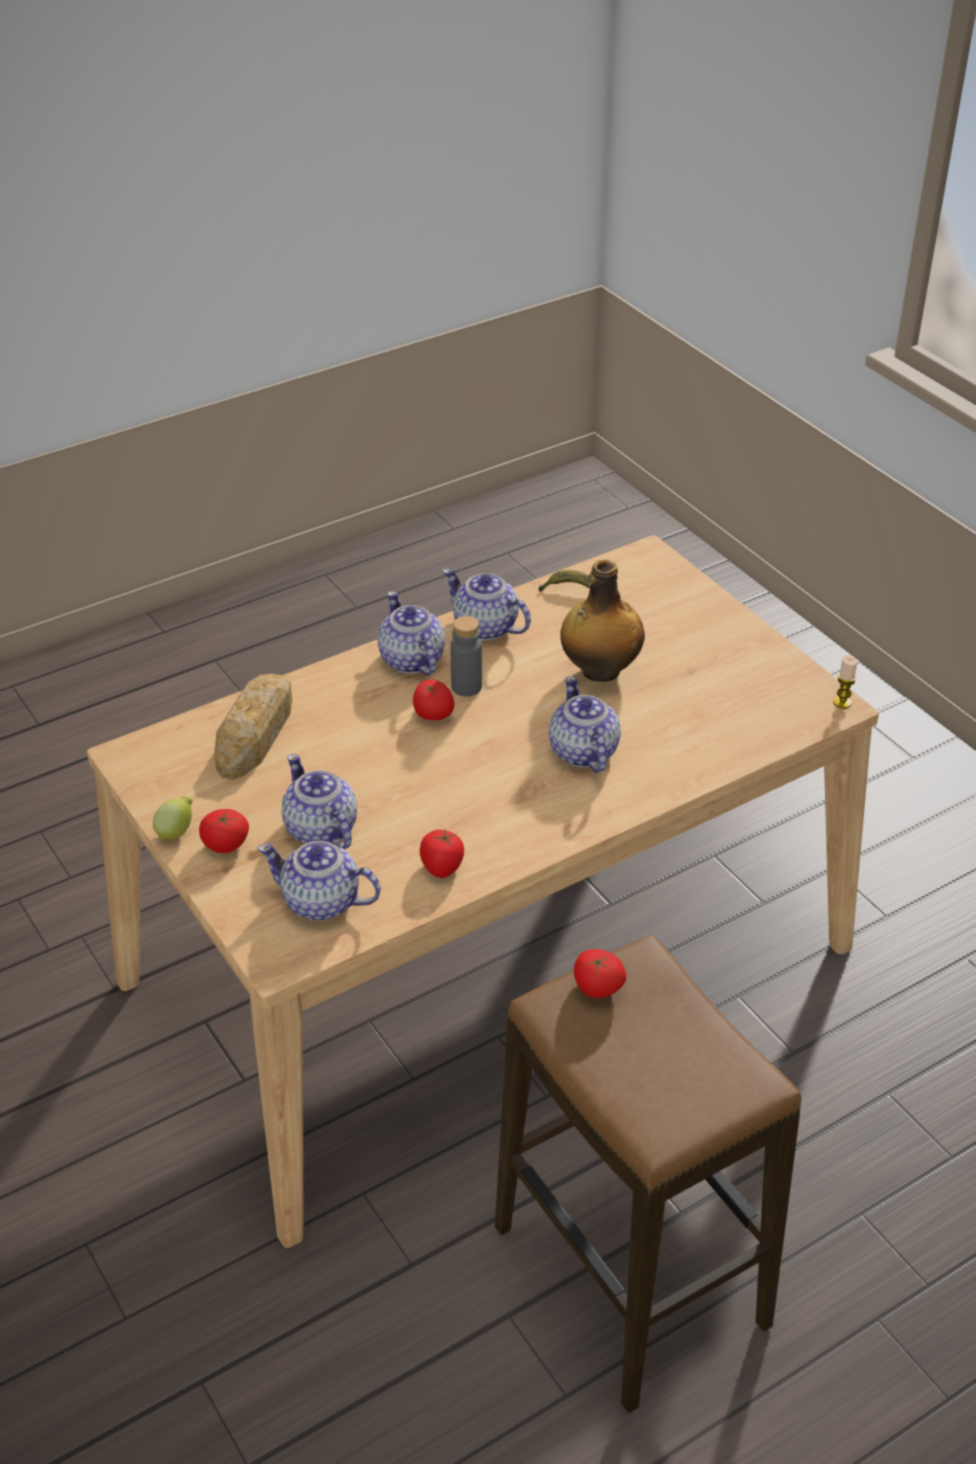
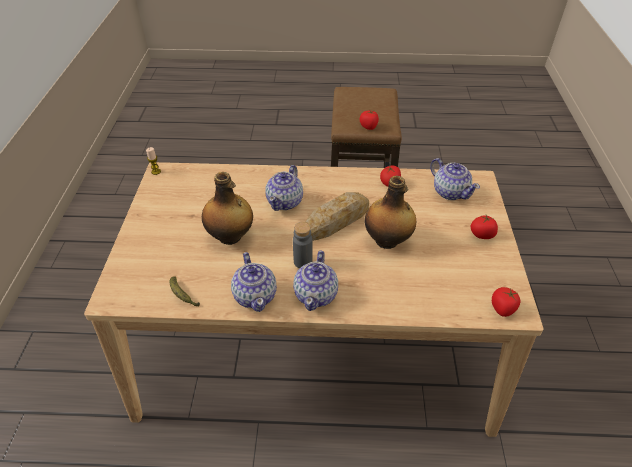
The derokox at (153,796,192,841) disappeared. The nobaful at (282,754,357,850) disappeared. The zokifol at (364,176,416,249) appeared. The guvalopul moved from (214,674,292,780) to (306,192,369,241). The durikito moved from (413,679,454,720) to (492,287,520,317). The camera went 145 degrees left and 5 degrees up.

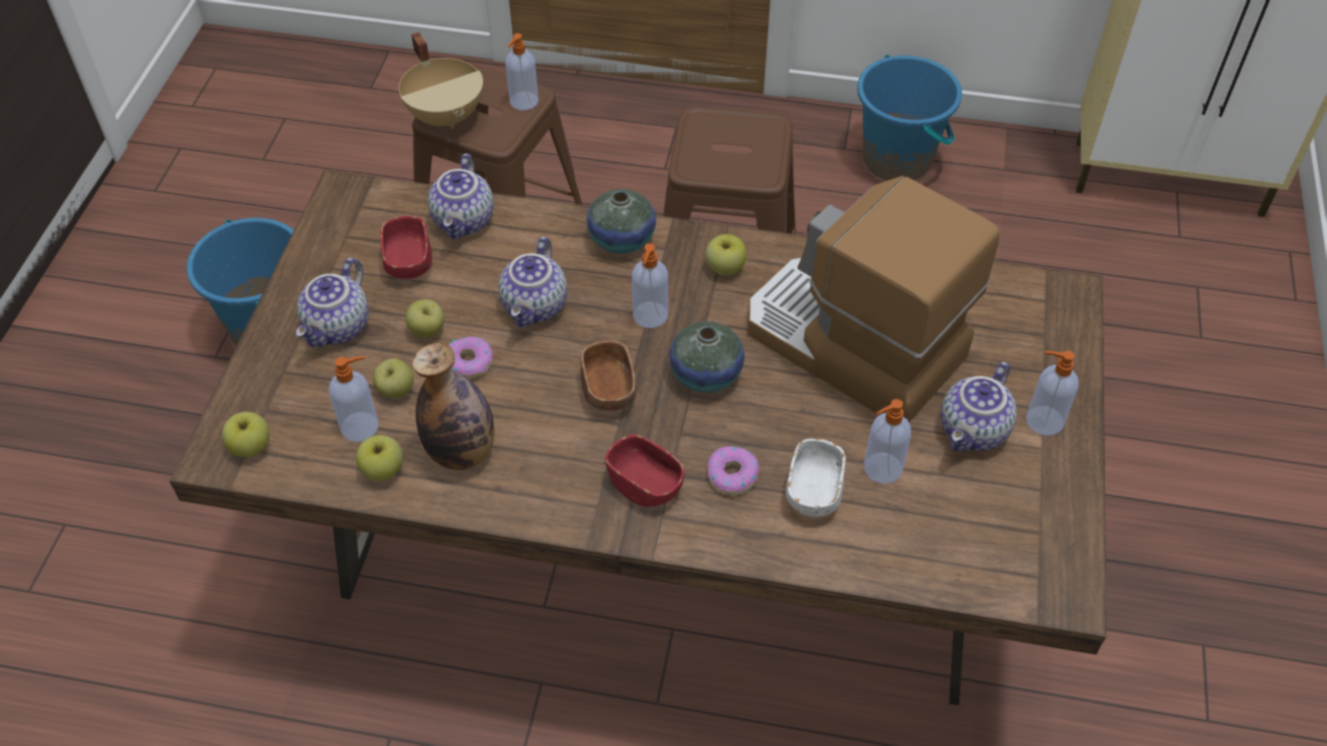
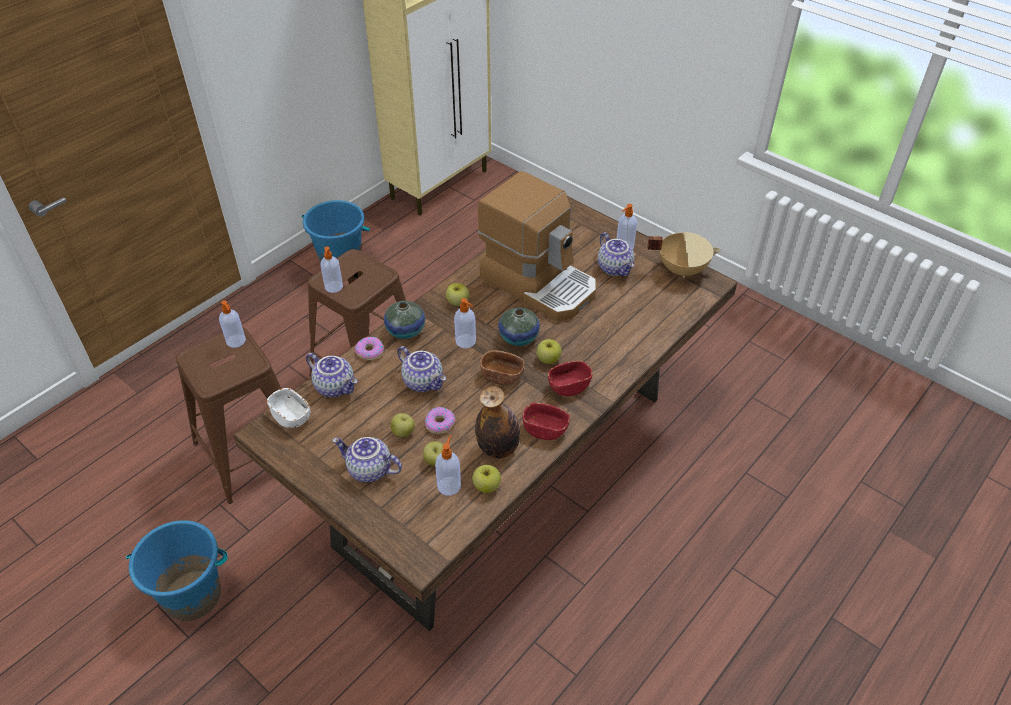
The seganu moved from (222,412,269,457) to (536,339,561,364). The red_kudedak moved from (380,216,432,279) to (523,403,570,440). The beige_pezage moved from (399,32,483,129) to (647,232,721,278). The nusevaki moved from (708,446,760,495) to (355,337,384,360). The white_kudedak moved from (786,439,846,517) to (267,388,310,428). The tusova moved from (864,399,911,484) to (321,247,343,293). The nobaful at (296,258,369,347) turned 150 degrees clockwise. The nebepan at (748,176,1000,422) turned 120 degrees counterclockwise. The camera went 60 degrees left and 5 degrees down.

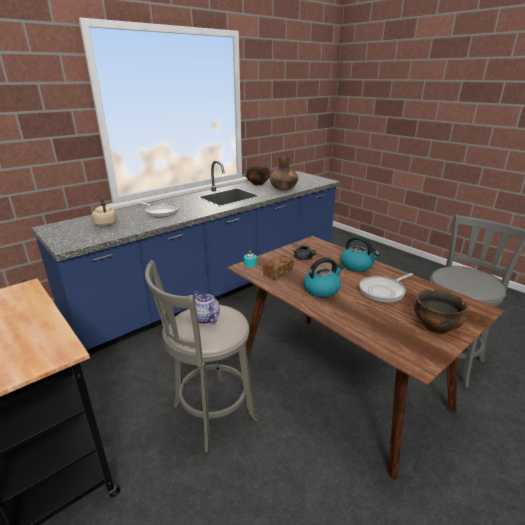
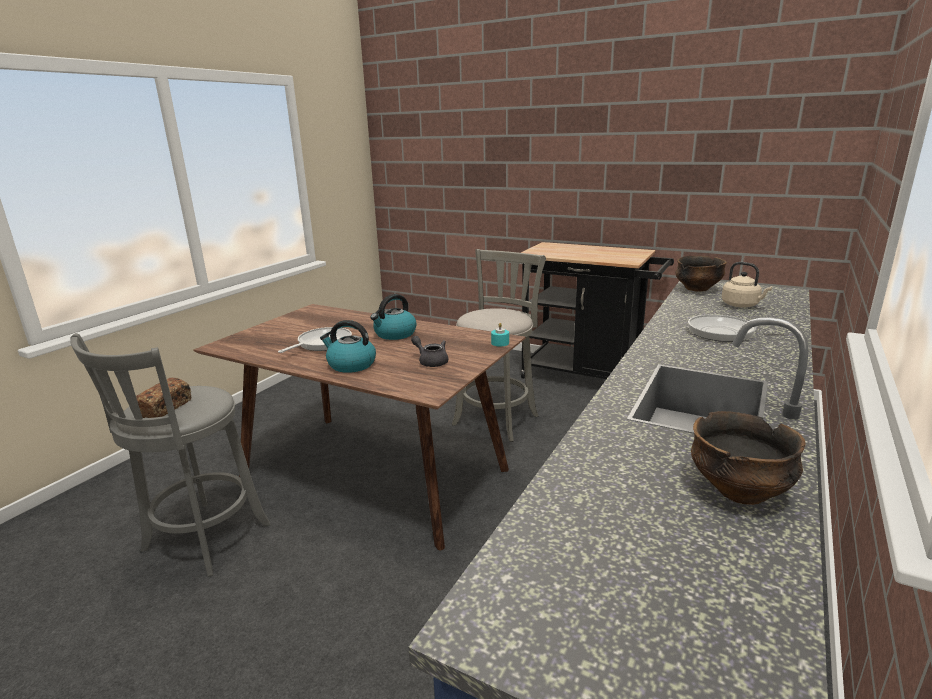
The nobaful at (194,290,220,324) disappeared. The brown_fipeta at (270,156,298,191) disappeared. The guvalopul moved from (263,255,294,279) to (136,378,191,418). The kudedak moved from (414,289,469,334) to (675,256,727,292). The camera went 160 degrees right and 5 degrees down.

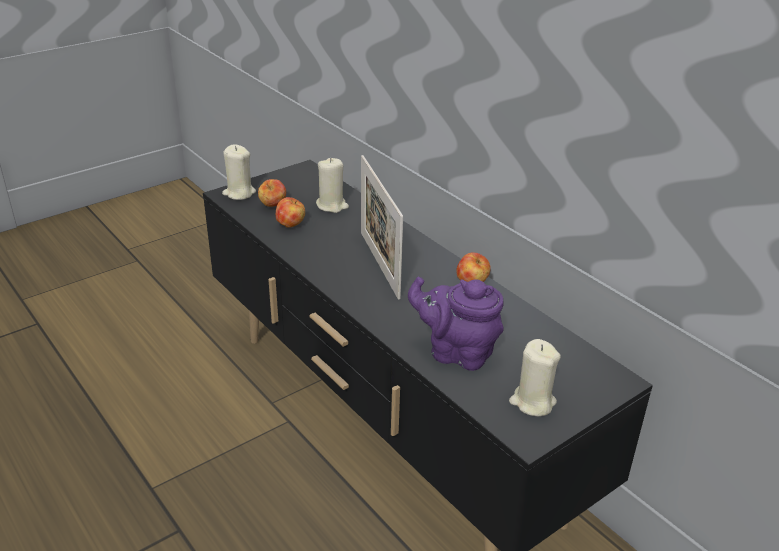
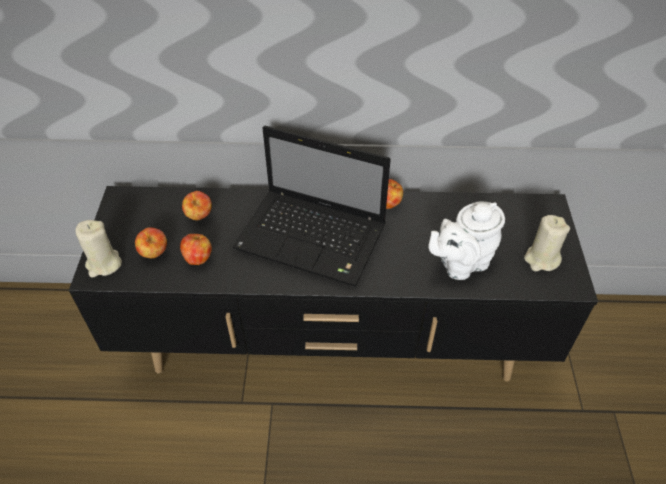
The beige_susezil at (316,158,349,213) was replaced by the seganu at (182,191,212,220). The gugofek at (361,155,403,300) was replaced by the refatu at (233,126,391,287). The purple_nobaful at (408,277,504,371) became the white_nobaful at (428,201,505,280). The camera went 50 degrees left and 15 degrees up.

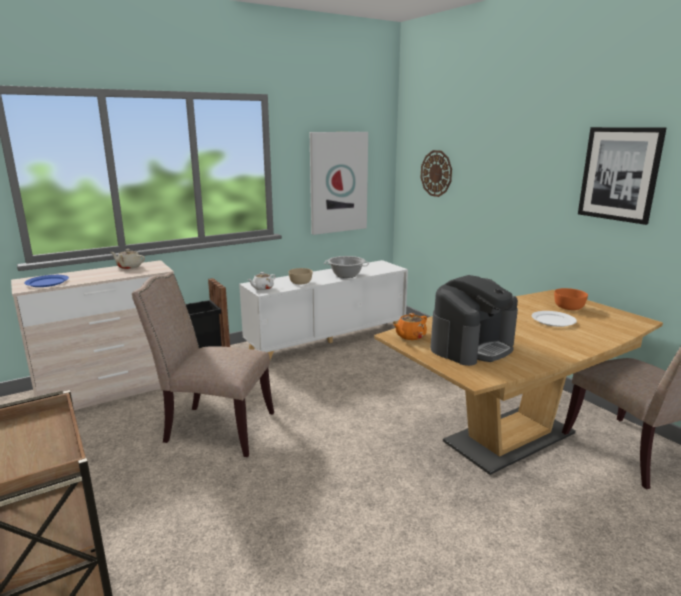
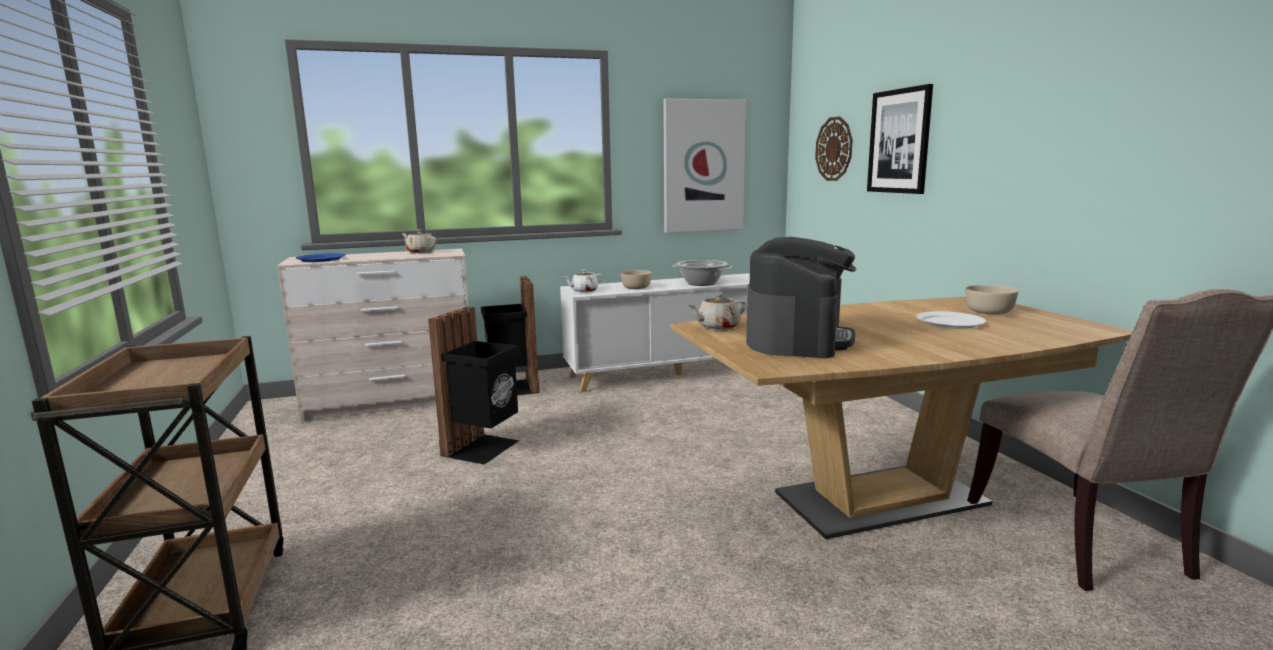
The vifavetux moved from (578,127,666,225) to (867,84,933,194). The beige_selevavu at (132,272,274,457) was replaced by the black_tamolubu at (428,306,519,465). The orange_nobaful at (394,313,427,340) became the beige_nobaful at (687,293,746,330). The orange_kudedak at (554,288,588,310) became the beige_kudedak at (965,285,1019,314). The nebepan at (431,275,518,366) turned 45 degrees counterclockwise. The camera went 15 degrees right and 5 degrees down.

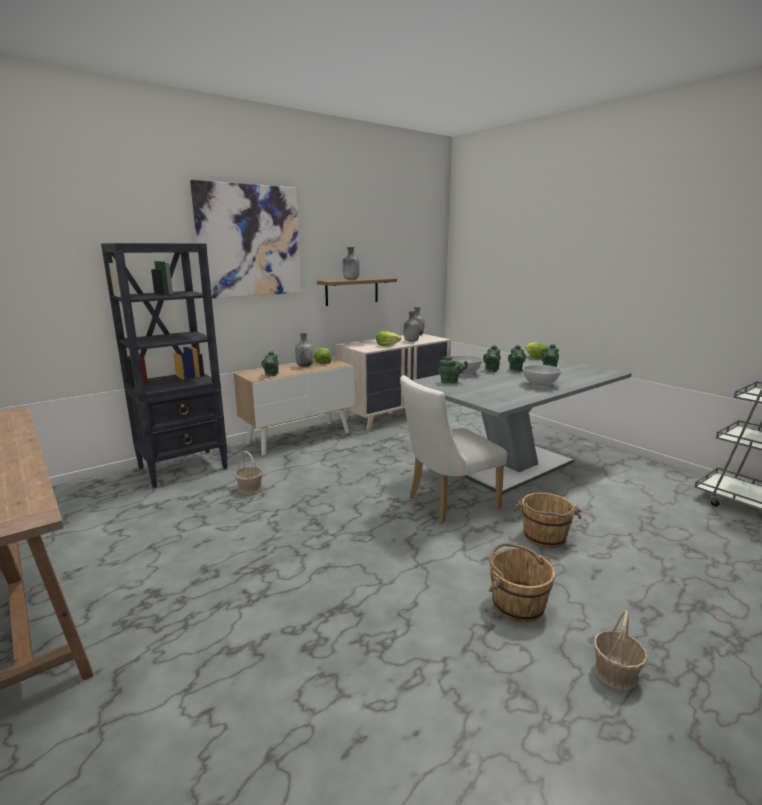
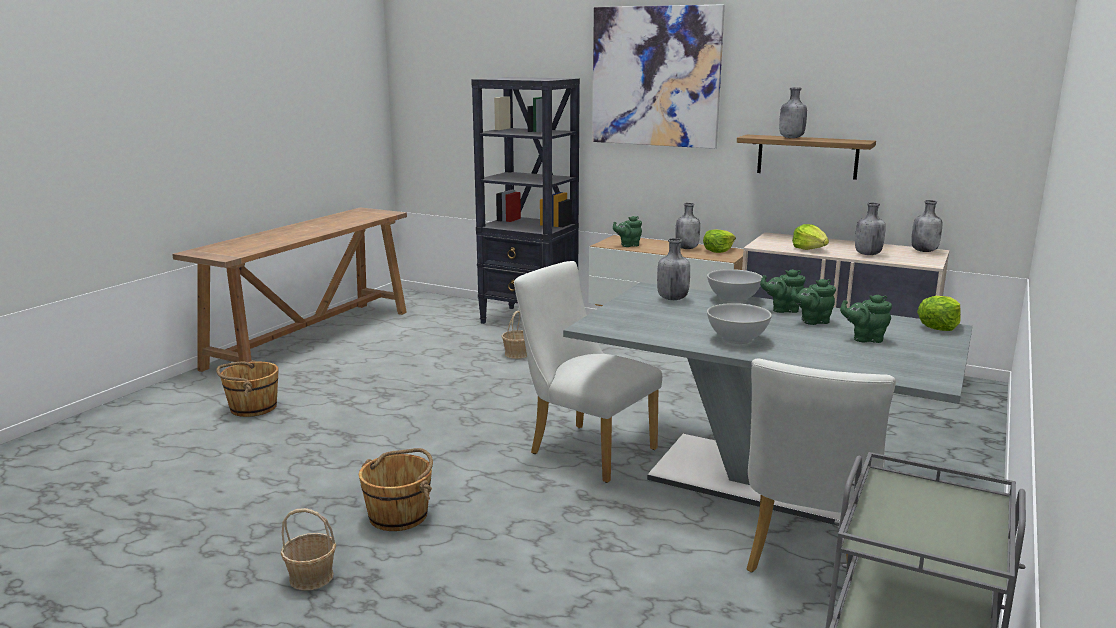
The white_selevavu at (747,359,896,572) appeared. The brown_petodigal moved from (513,493,582,548) to (216,360,279,417). The green_nobaful at (438,356,468,384) was replaced by the grey_zokifol at (657,238,690,300). The camera went 65 degrees right and 0 degrees up.

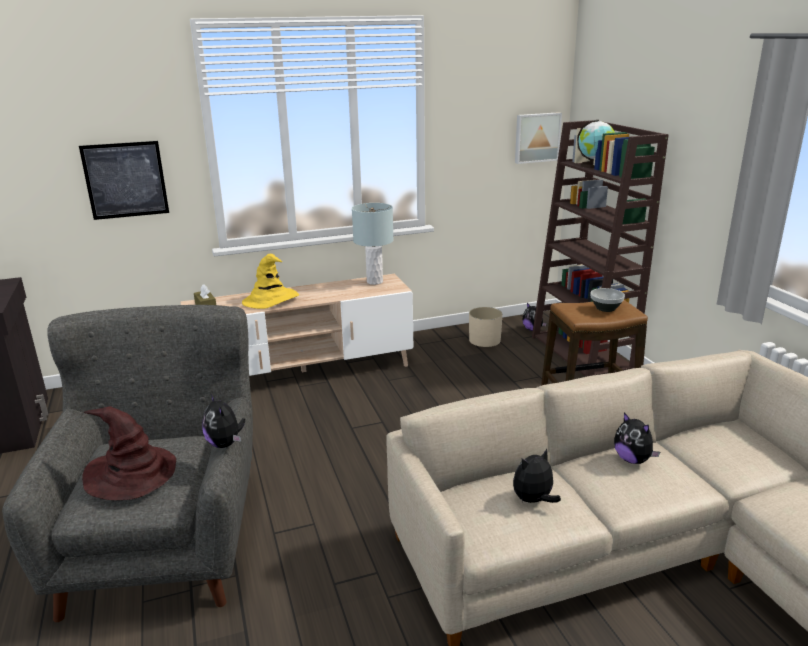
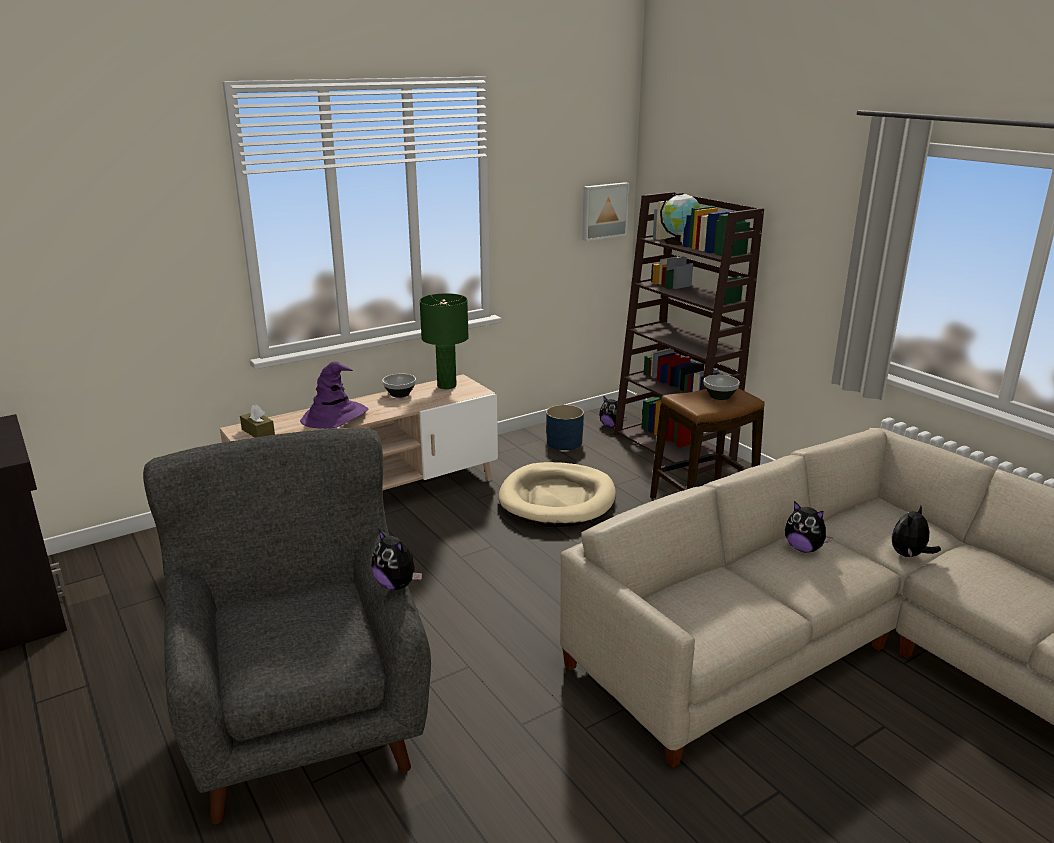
The vifavetux at (79,141,169,220) disappeared. The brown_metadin at (82,406,176,500) disappeared. The kudedak at (382,374,416,398) appeared. The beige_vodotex at (498,462,616,527) appeared. The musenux moved from (513,449,561,503) to (892,506,941,557). The yellow_metadin at (242,254,299,309) became the purple_metadin at (300,361,369,429). The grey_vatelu at (352,203,394,285) became the green_vatelu at (420,293,469,389). The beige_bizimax at (469,307,502,347) became the blue_bizimax at (546,405,584,450). The camera went 15 degrees left and 0 degrees up.

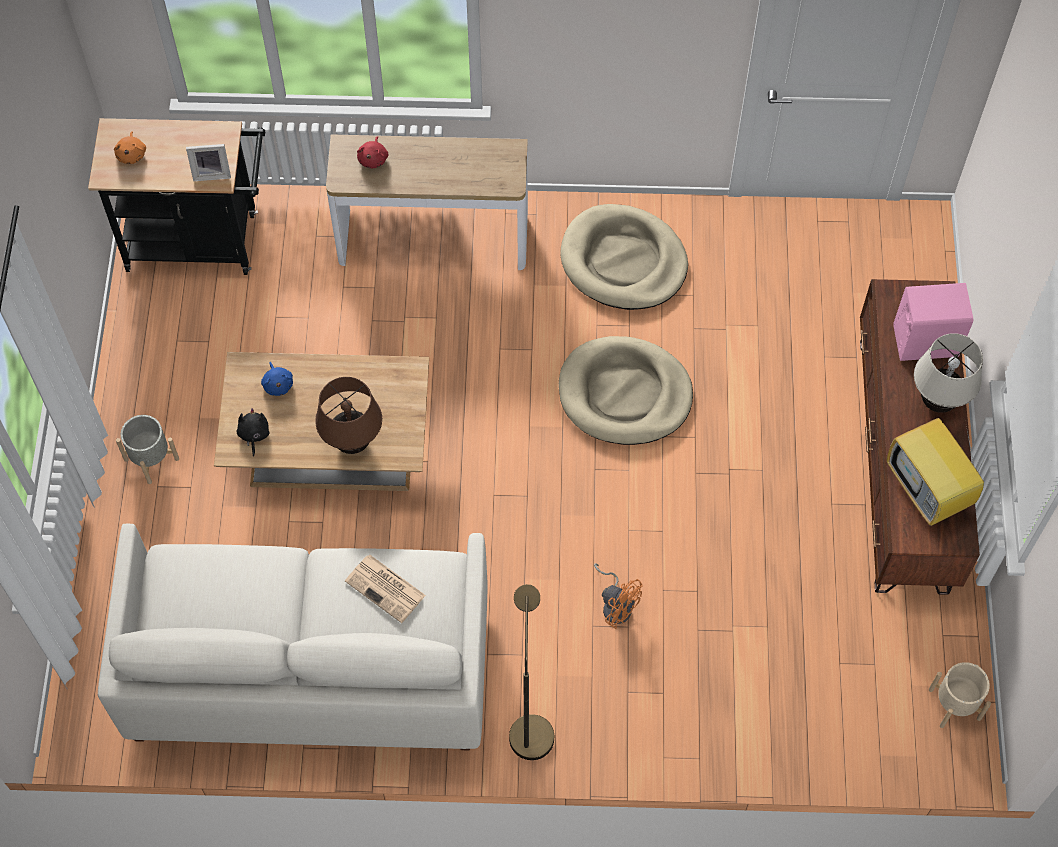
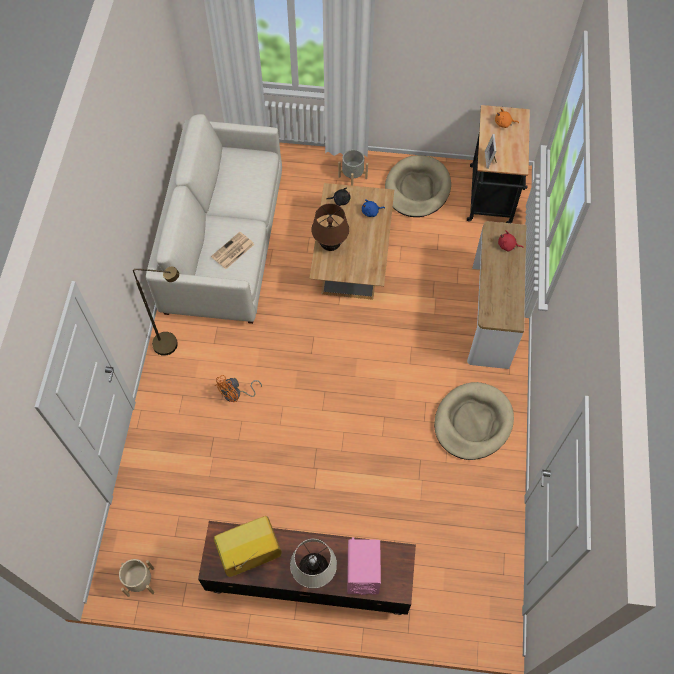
The beige_vodotex moved from (559,336,693,445) to (385,155,451,217). The camera went 95 degrees right and 0 degrees up.

